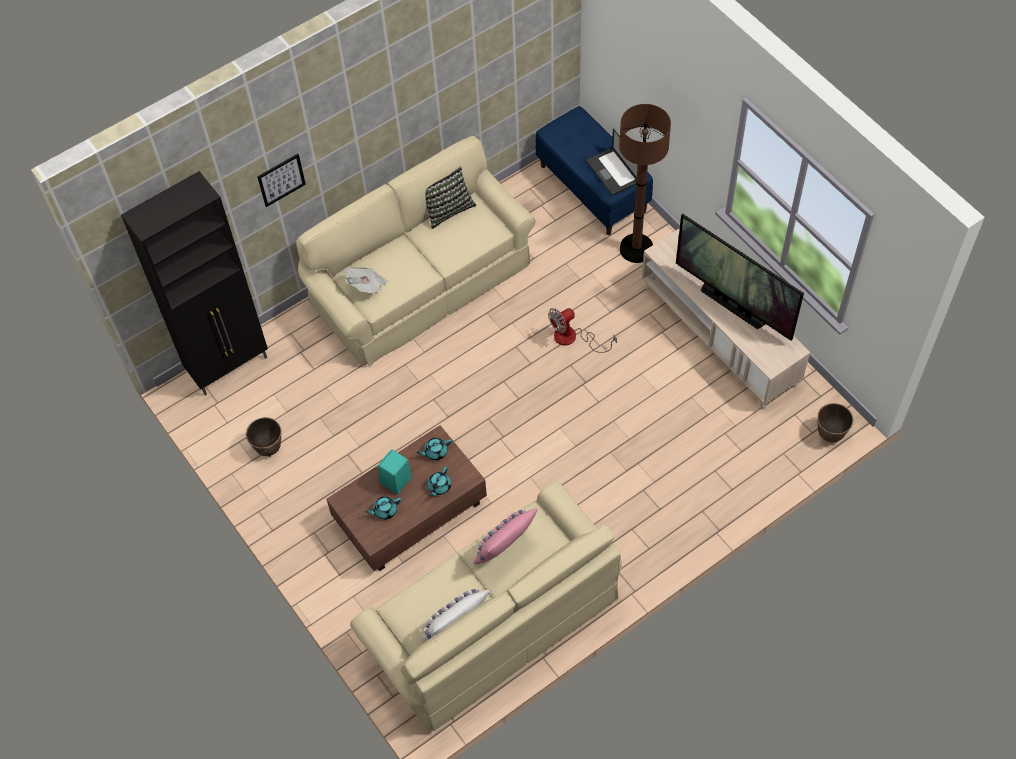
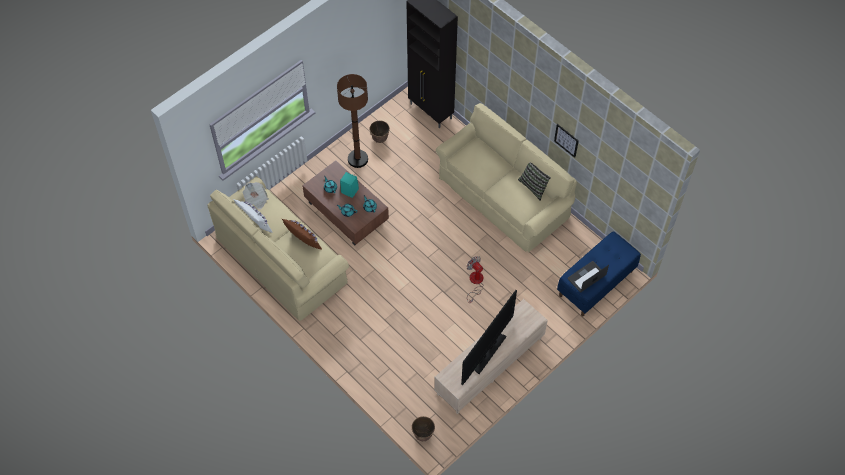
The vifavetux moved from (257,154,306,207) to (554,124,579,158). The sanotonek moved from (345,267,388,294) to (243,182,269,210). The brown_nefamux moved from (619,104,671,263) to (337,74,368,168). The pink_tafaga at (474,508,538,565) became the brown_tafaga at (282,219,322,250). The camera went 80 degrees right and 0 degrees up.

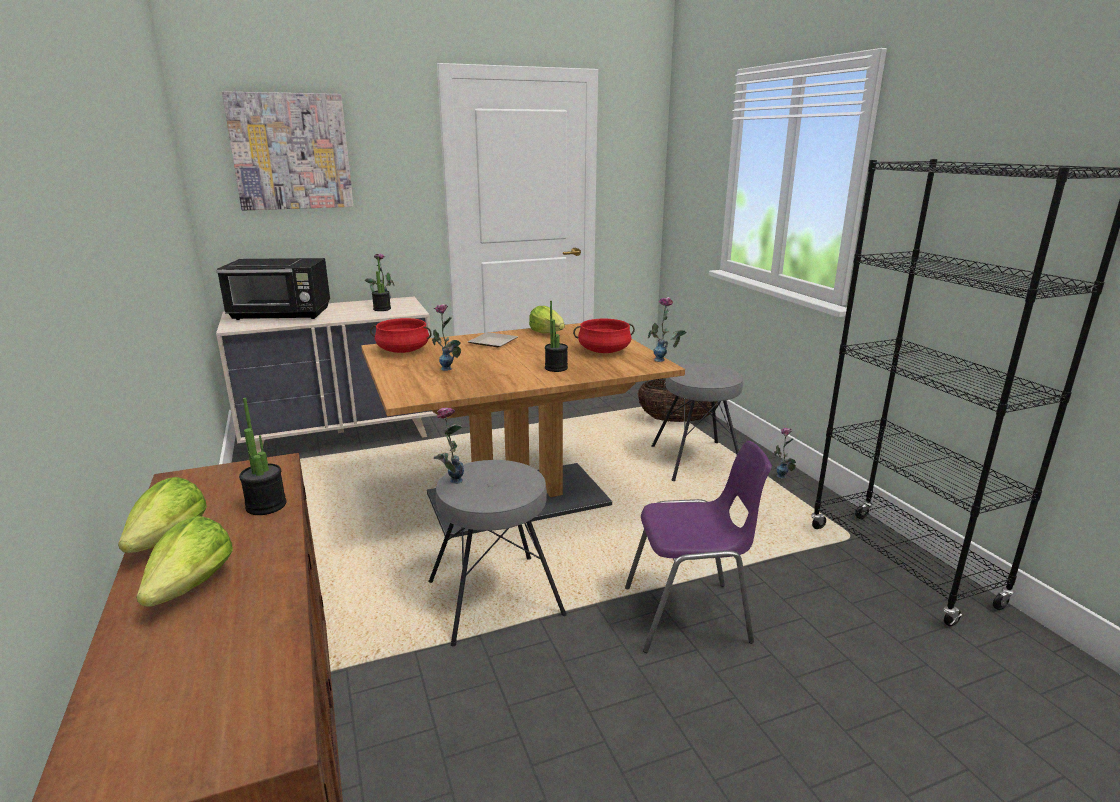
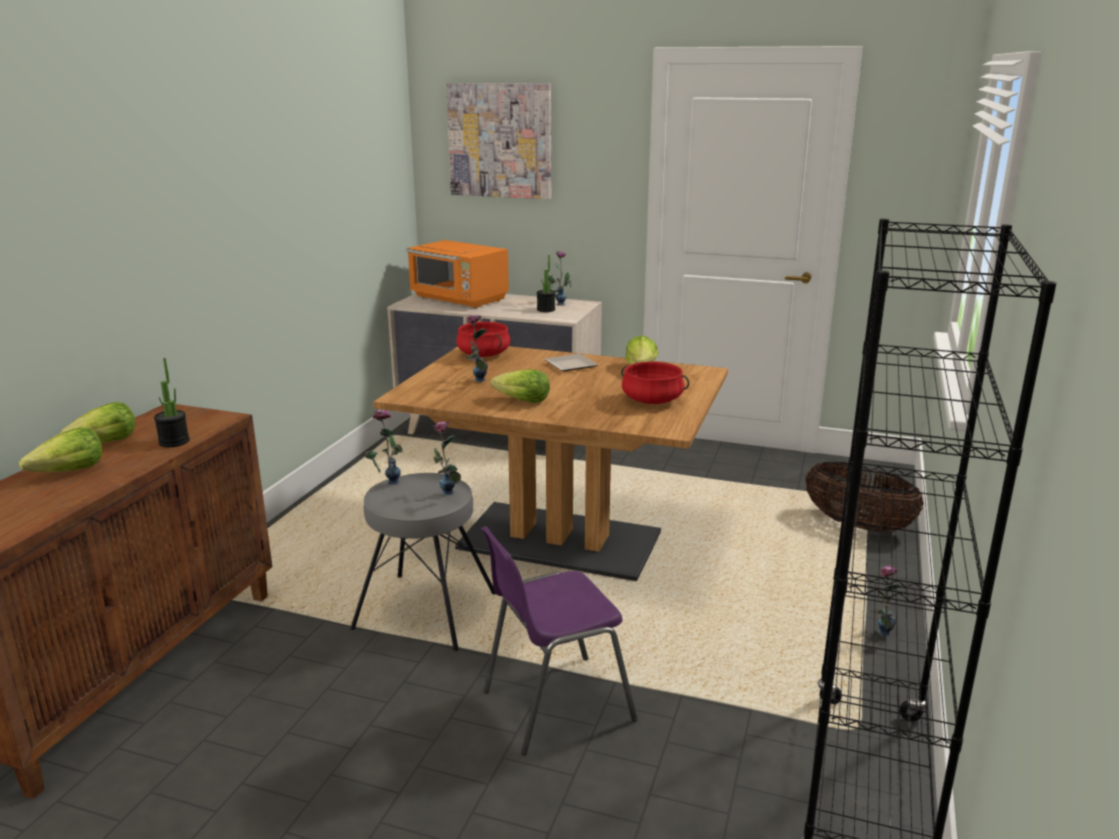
The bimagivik at (545,301,568,372) disappeared. The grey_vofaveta at (652,363,743,481) disappeared. The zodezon at (491,369,550,403) appeared. The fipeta moved from (648,297,686,362) to (432,422,461,495). The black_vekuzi at (216,258,330,320) became the orange_vekuzi at (407,240,509,308). The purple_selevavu at (625,441,772,653) turned 120 degrees clockwise. The camera went 40 degrees right and 0 degrees up.

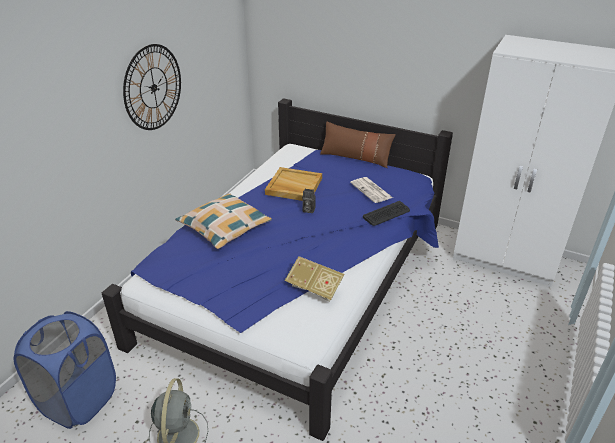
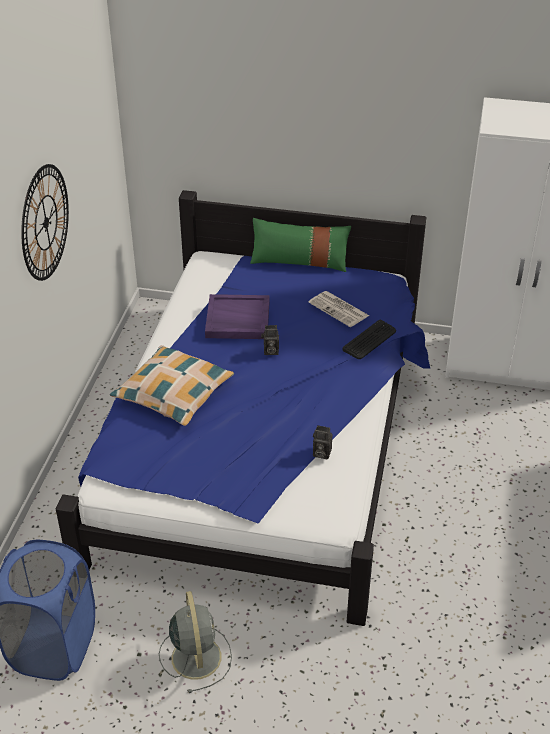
The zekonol at (285,256,345,302) was replaced by the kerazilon at (313,425,332,460). The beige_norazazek at (265,167,322,201) became the purple_norazazek at (205,294,270,339). The brown_tafaga at (320,122,396,168) became the green_tafaga at (250,218,351,272). The camera went 15 degrees left and 5 degrees up.

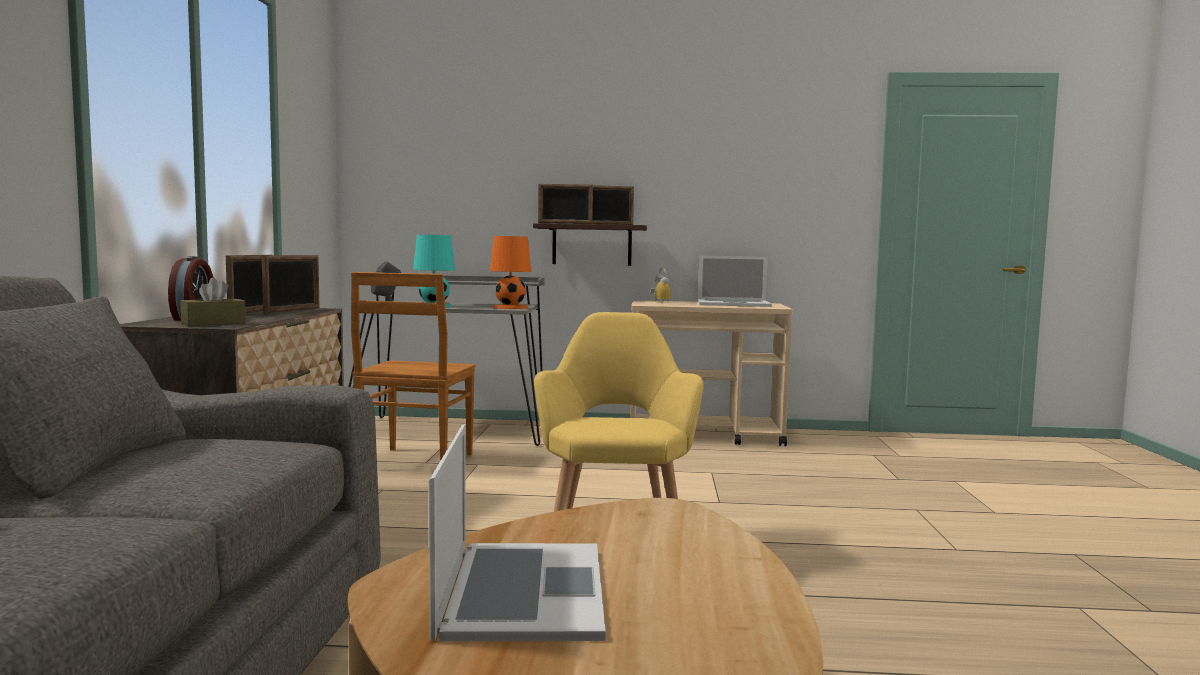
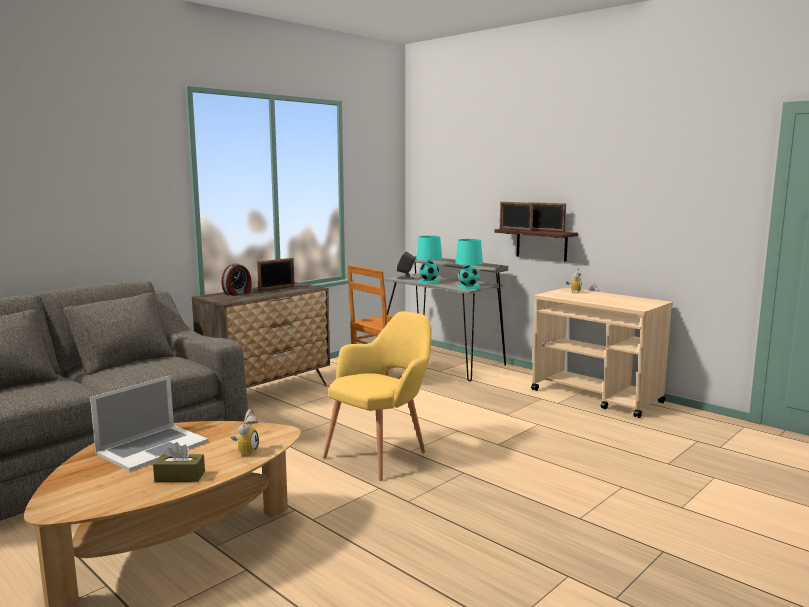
The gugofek at (262,255,319,313) disappeared. The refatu at (698,256,772,307) disappeared. The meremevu at (230,409,259,456) appeared. The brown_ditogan moved from (180,278,246,326) to (153,442,205,482). The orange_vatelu at (490,236,531,309) became the turquoise_vatelu at (455,239,483,289). The camera went 40 degrees right and 5 degrees up.

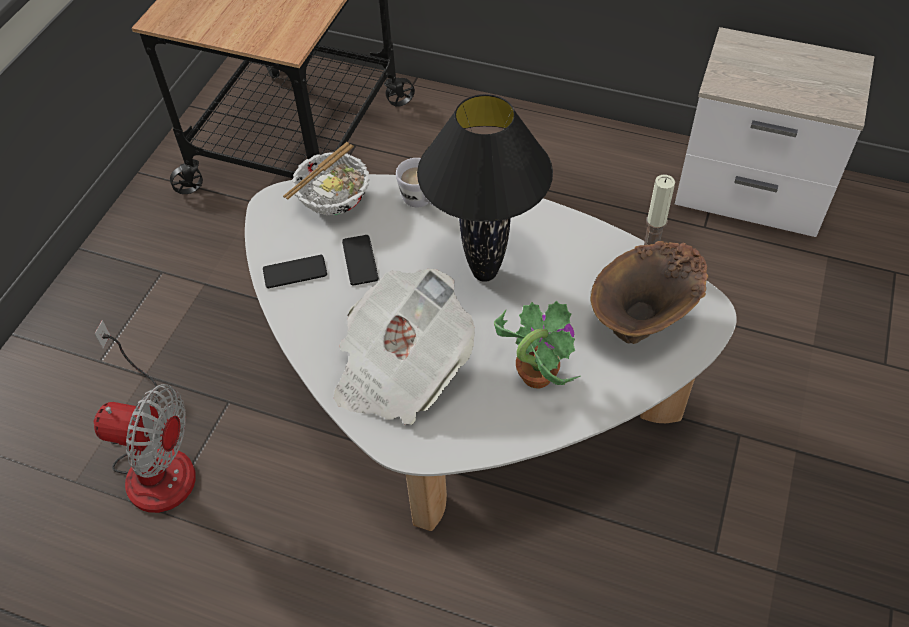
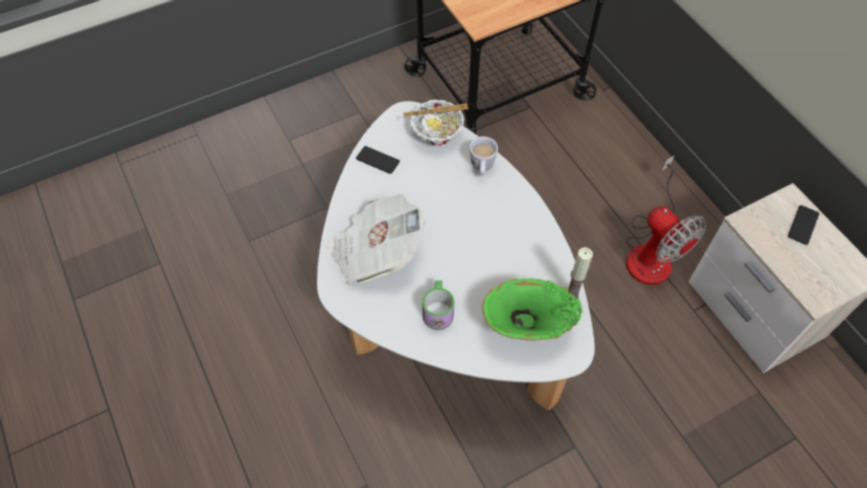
The black_vatelu at (417,94,553,282) disappeared. The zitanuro moved from (93,320,196,513) to (625,156,707,285). The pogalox moved from (342,235,379,285) to (788,205,819,245). The bimagivik at (494,300,580,388) was replaced by the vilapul at (422,280,454,330). The brown_fipeta at (590,241,708,344) became the green_fipeta at (482,278,582,341). The camera went 40 degrees right and 5 degrees up.

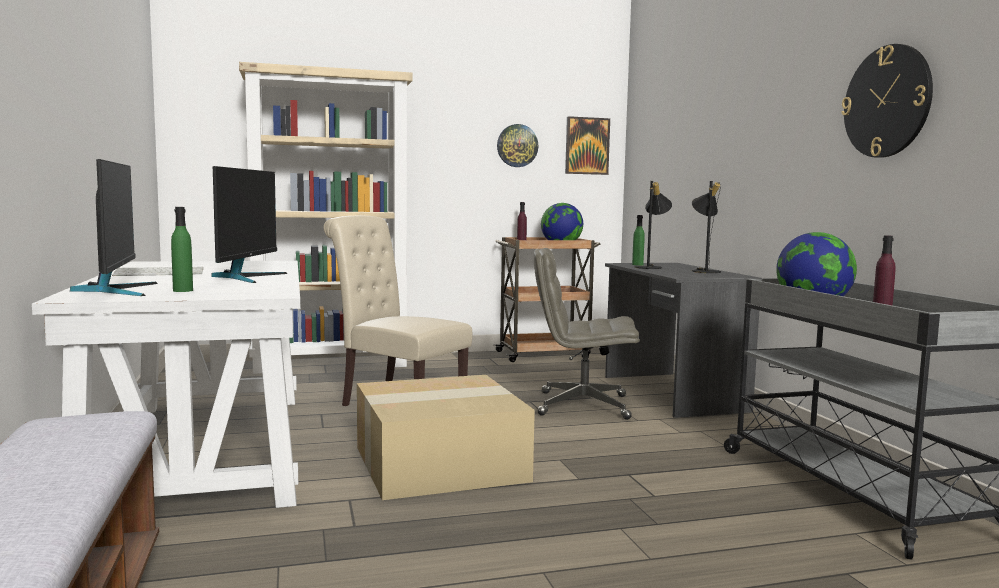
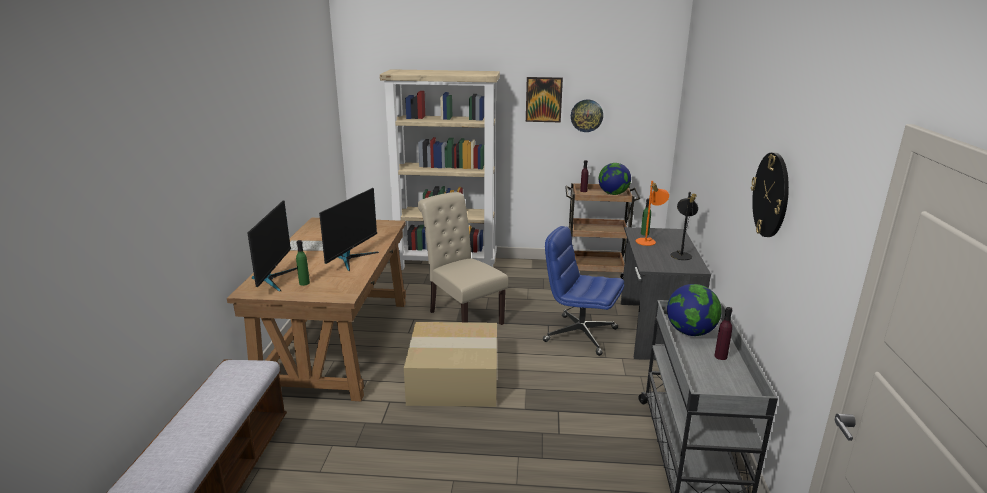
The vifavetux moved from (565,116,610,175) to (526,77,563,122). The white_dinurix at (32,261,300,508) became the brown_dinurix at (227,218,406,401). The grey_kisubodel at (534,248,640,420) became the blue_kisubodel at (543,226,624,356). The black_vatelu at (634,181,672,269) became the orange_vatelu at (636,181,669,246). The camera went 20 degrees right and 15 degrees up.

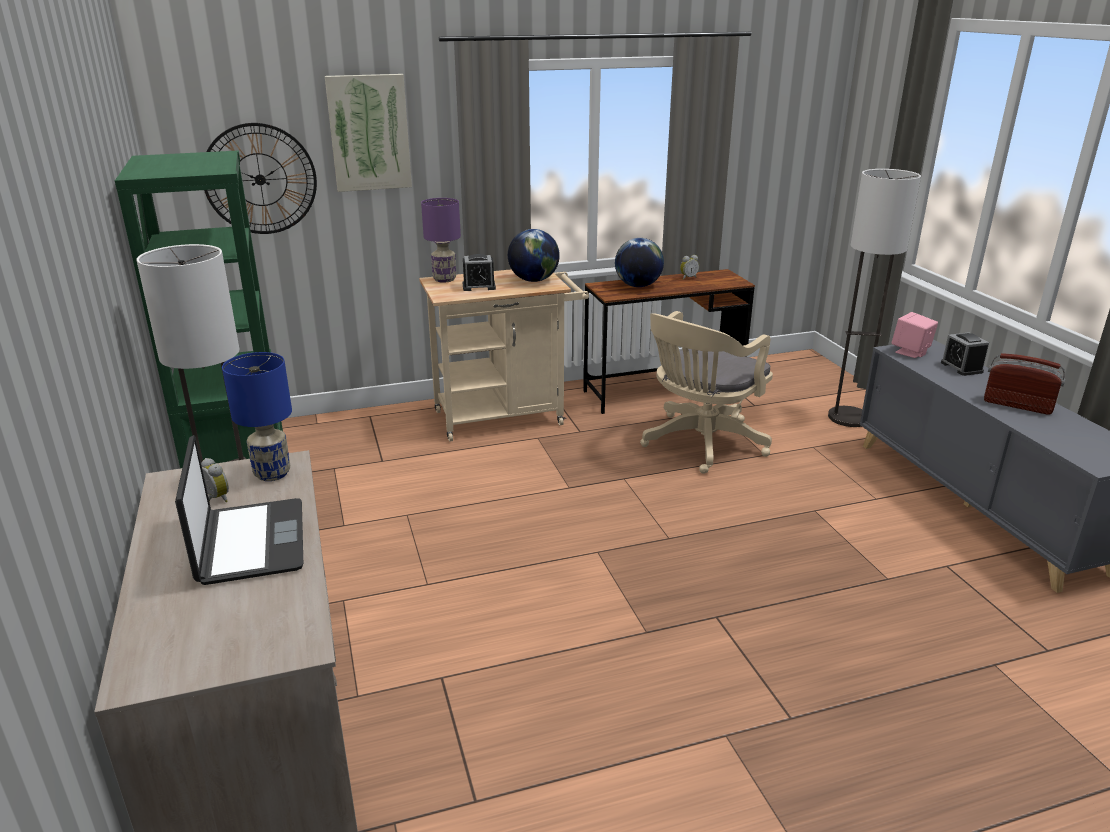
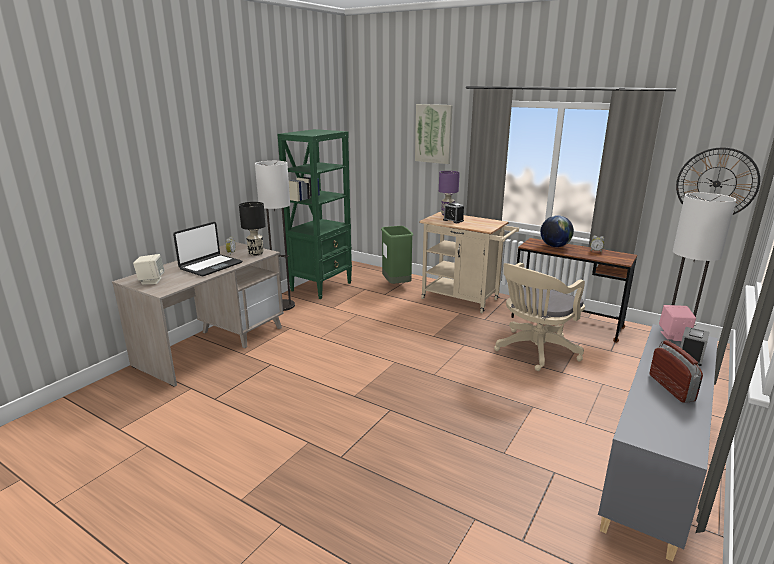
The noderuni at (508,229,560,282) disappeared. The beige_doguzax at (133,254,165,284) appeared. The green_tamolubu at (381,226,413,284) appeared. The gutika moved from (204,123,317,234) to (676,147,760,215). The blue_vatelu at (222,352,292,481) became the black_vatelu at (239,202,266,256). The beige_kisubodel at (640,311,773,474) turned 45 degrees counterclockwise. The camera went 50 degrees right and 5 degrees down.

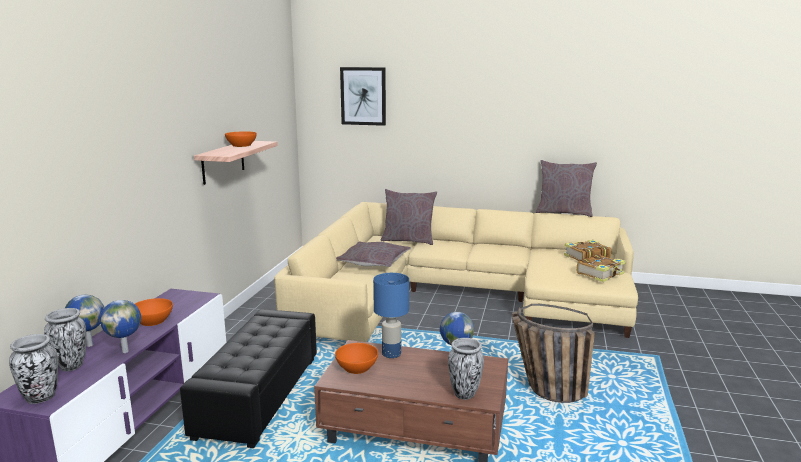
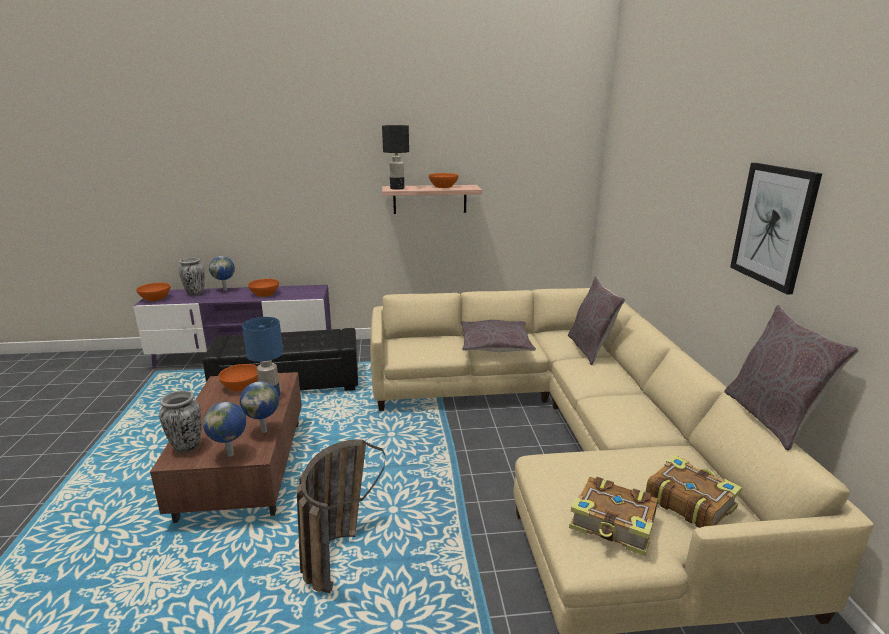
The black_vatelu at (382,125,409,190) appeared. The noderuni moved from (100,300,141,353) to (203,402,246,457). The vifavetux moved from (340,67,386,126) to (730,163,822,294). The fipeta at (9,334,58,404) was replaced by the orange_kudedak at (136,283,170,301). The camera went 70 degrees right and 5 degrees up.

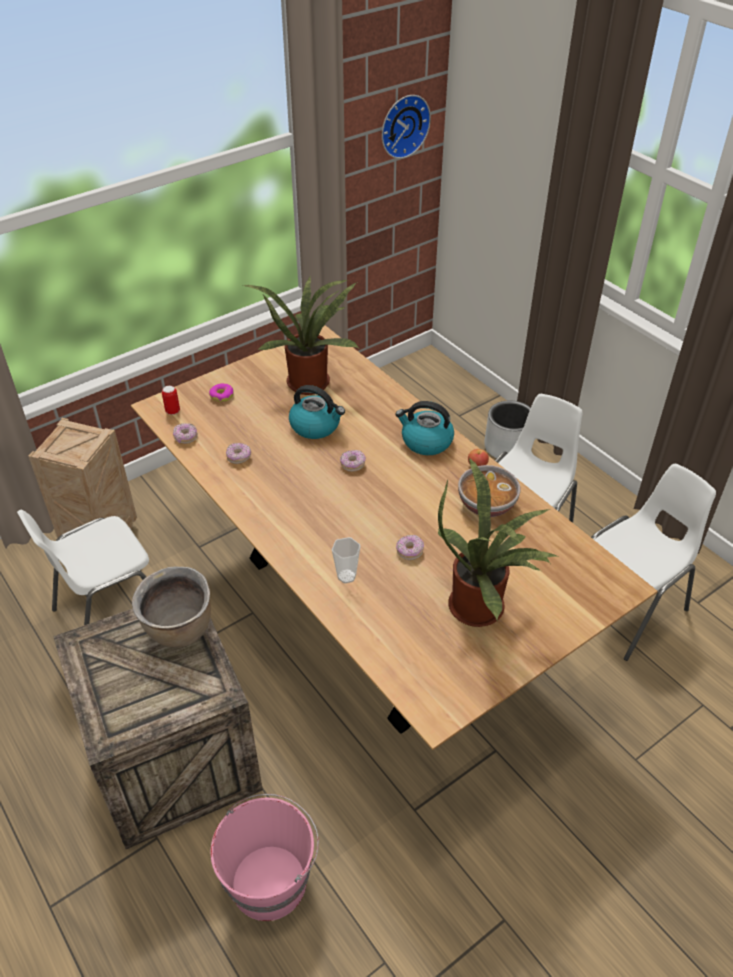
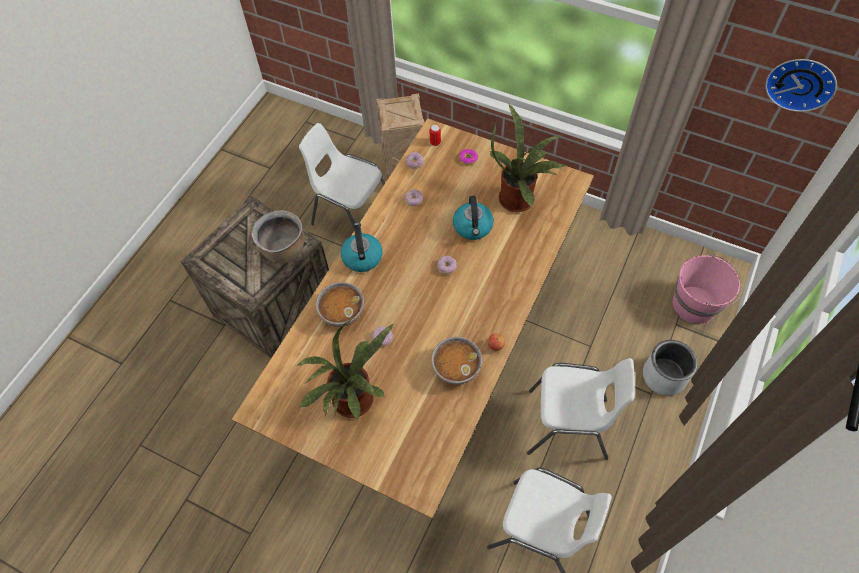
The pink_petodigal moved from (211,794,319,921) to (673,255,742,324). The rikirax moved from (395,401,454,455) to (341,223,382,272). The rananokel at (332,537,361,583) was replaced by the kudedak at (316,282,364,327). The camera went 65 degrees right and 15 degrees up.

